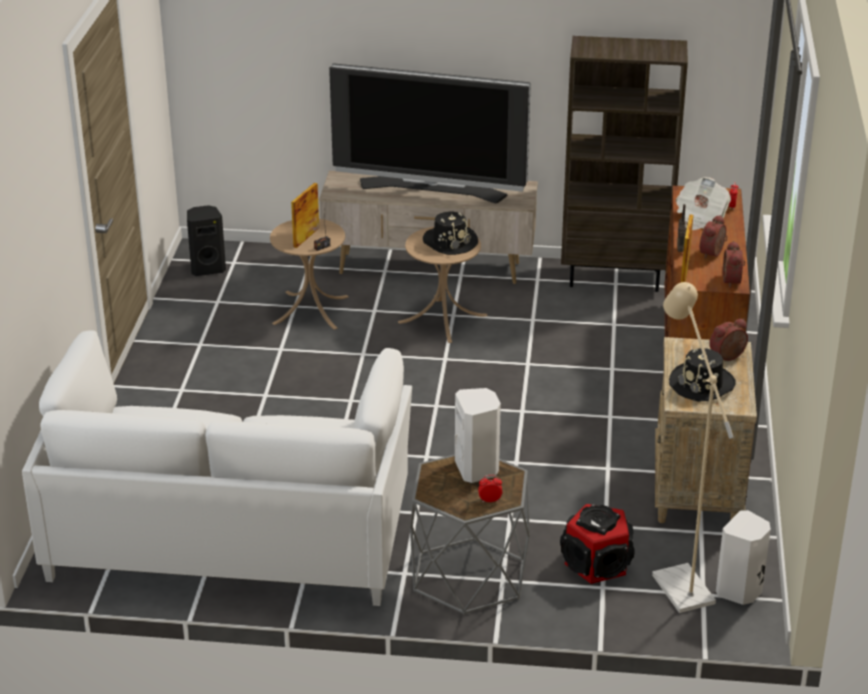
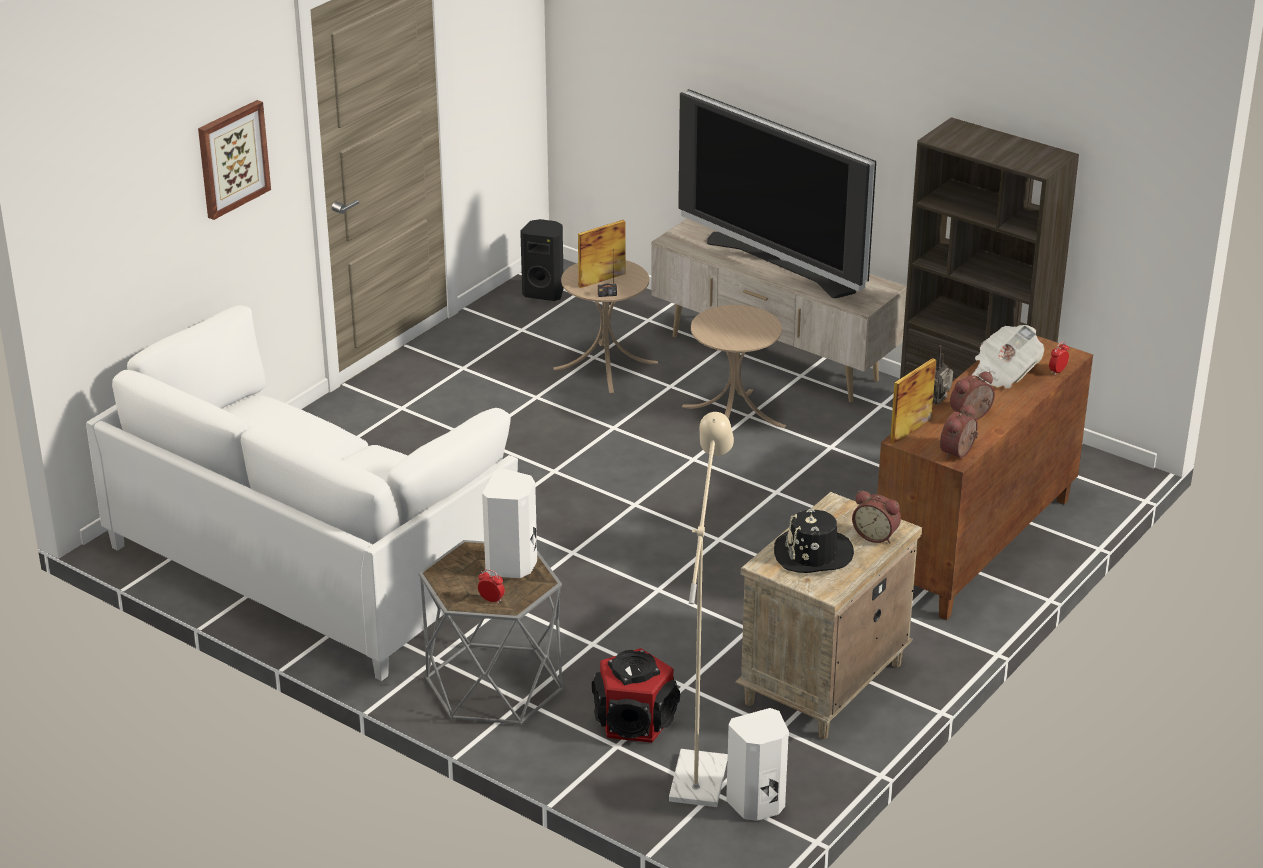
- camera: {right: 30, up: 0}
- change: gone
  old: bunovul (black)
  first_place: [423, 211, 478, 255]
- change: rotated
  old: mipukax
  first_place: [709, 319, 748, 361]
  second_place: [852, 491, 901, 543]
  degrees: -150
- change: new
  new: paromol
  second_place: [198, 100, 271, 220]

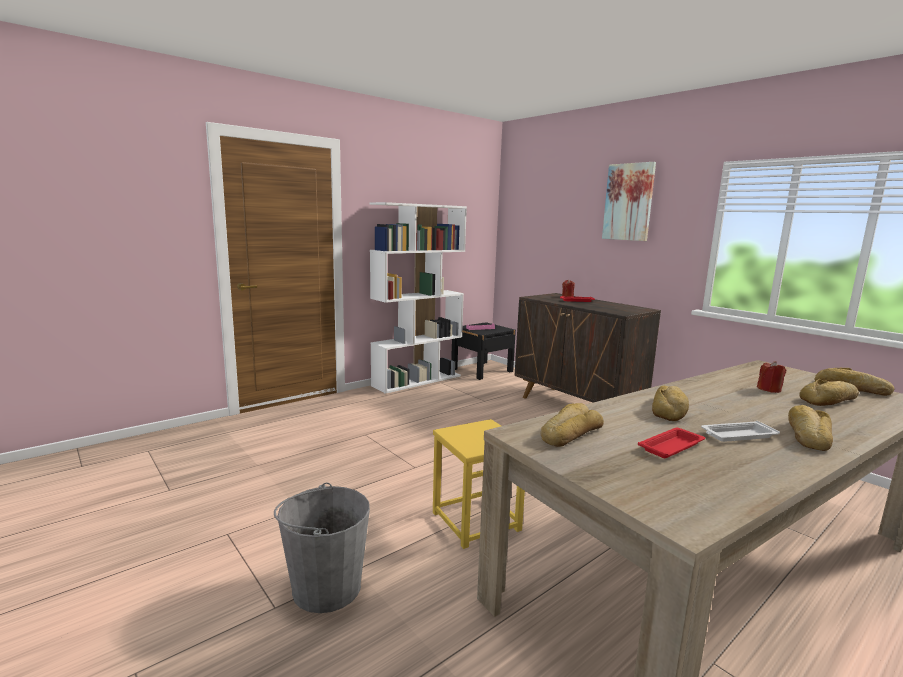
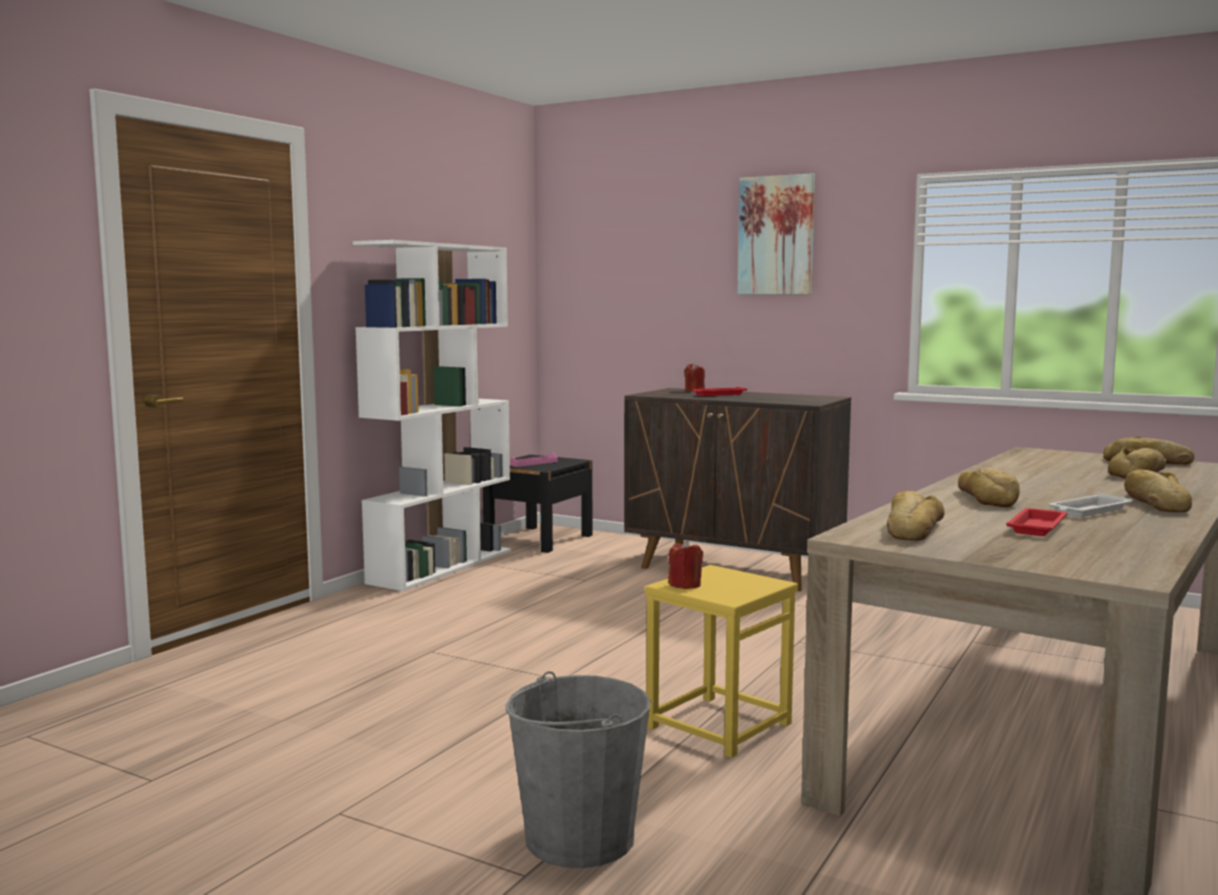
- camera: {right: -20, up: -5}
- change: shifted
  old: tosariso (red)
  first_place: [757, 361, 786, 393]
  second_place: [668, 540, 703, 589]

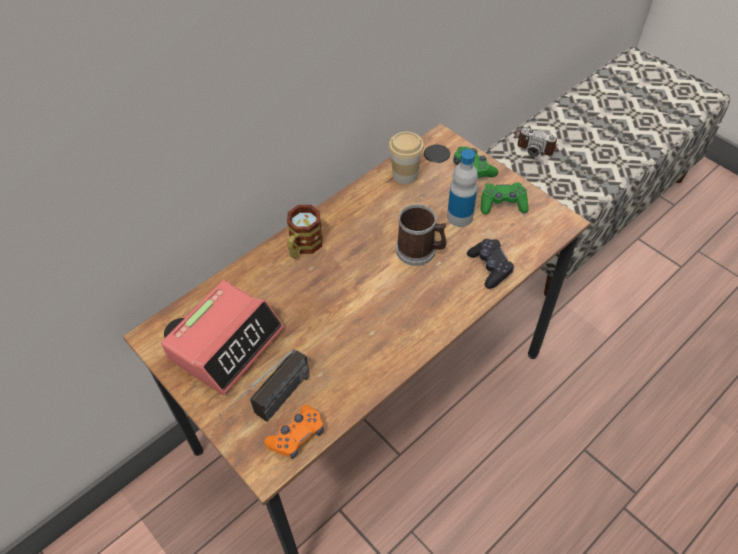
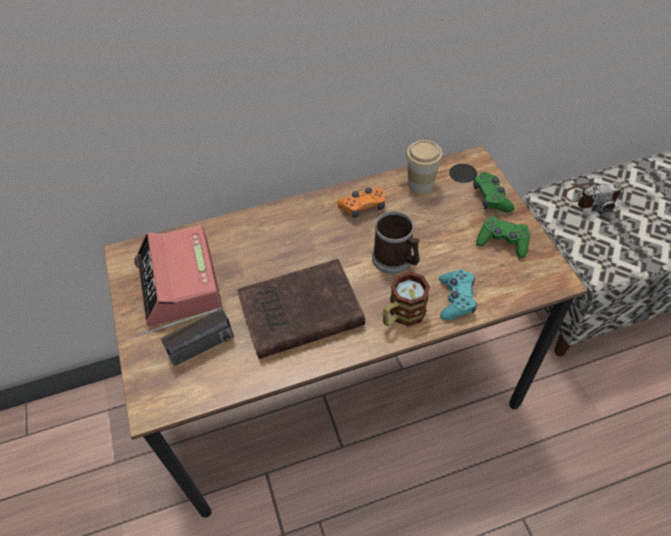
- camera: {right: 25, up: 0}
- change: rotated
  old: mipukax
  first_place: [161, 280, 284, 395]
  second_place: [137, 225, 222, 326]
  degrees: 105
- change: shifted
  old: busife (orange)
  first_place: [264, 405, 324, 459]
  second_place: [337, 187, 385, 218]
- change: shifted
  old: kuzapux
  first_place: [287, 205, 323, 258]
  second_place: [383, 271, 430, 327]
- change: gone
  old: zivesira
  first_place: [447, 149, 478, 227]
- change: repainted
  old: busife (black)
  new: busife (turquoise)
  first_place: [467, 239, 514, 289]
  second_place: [439, 269, 477, 321]
- change: rotated
  old: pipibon
  first_place: [514, 127, 559, 157]
  second_place: [564, 183, 622, 212]
  degrees: -60
- change: new
  new: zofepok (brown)
  second_place: [237, 259, 365, 359]

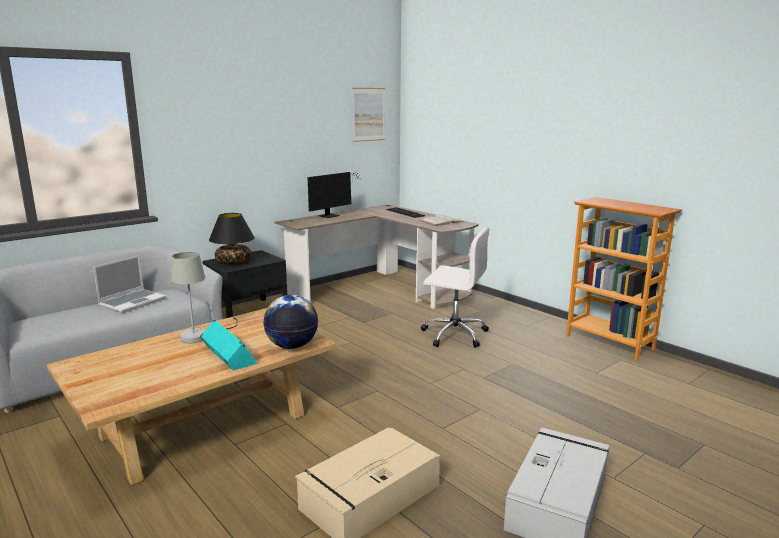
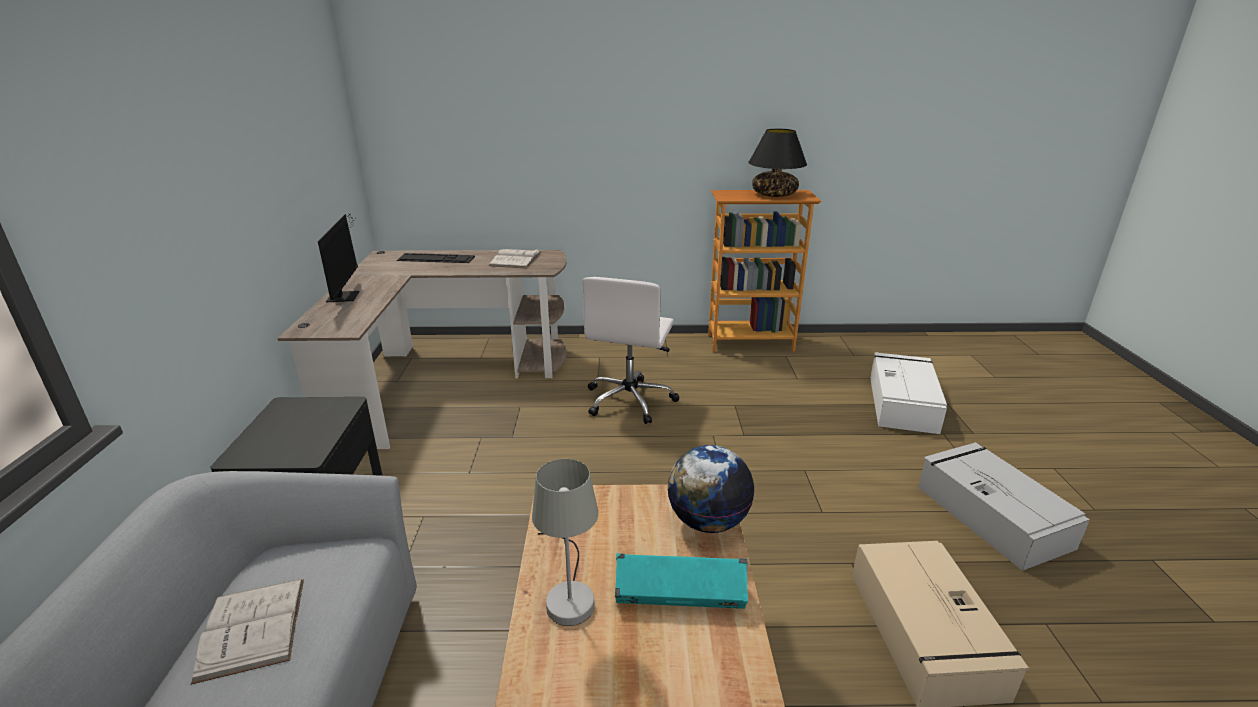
- camera: {right: -50, up: 10}
- change: swapped
  old: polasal
  new: zofepok (white)
  first_place: [93, 255, 166, 313]
  second_place: [191, 579, 304, 685]
- change: shifted
  old: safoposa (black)
  first_place: [209, 213, 255, 264]
  second_place: [748, 129, 807, 197]
- change: gone
  old: paromol
  first_place: [352, 88, 385, 142]
- change: rotated
  old: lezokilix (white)
  first_place: [421, 227, 490, 348]
  second_place: [582, 277, 680, 424]
  degrees: 135
- change: new
  new: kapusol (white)
  second_place: [870, 352, 947, 434]

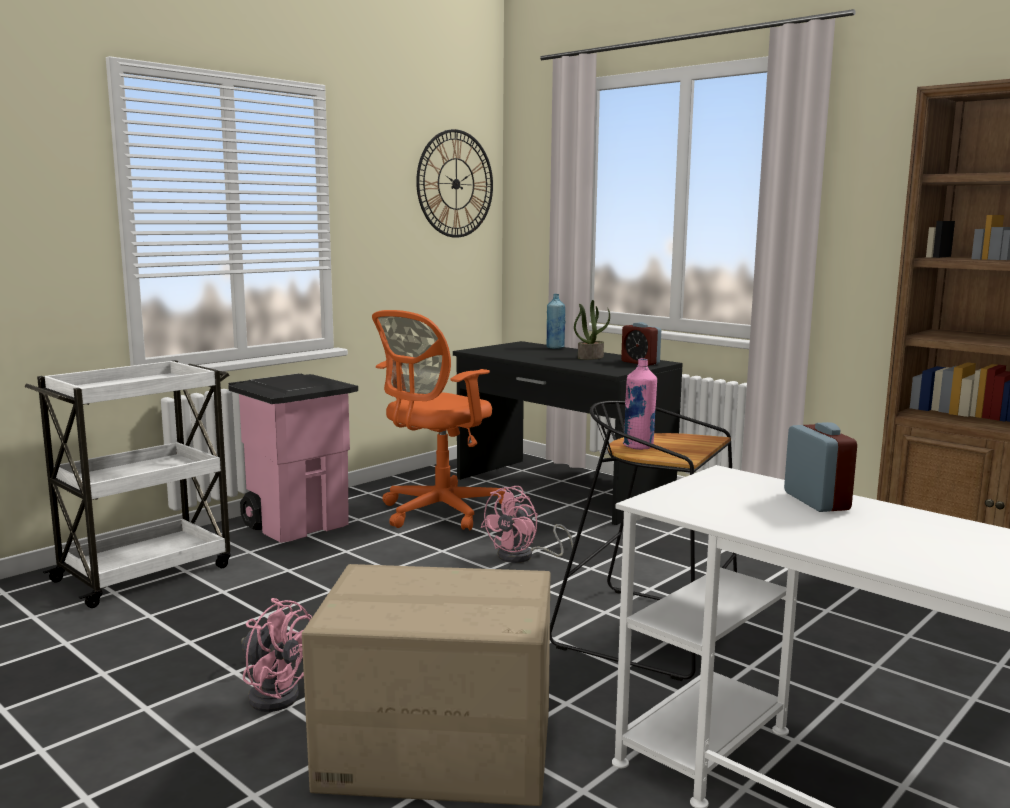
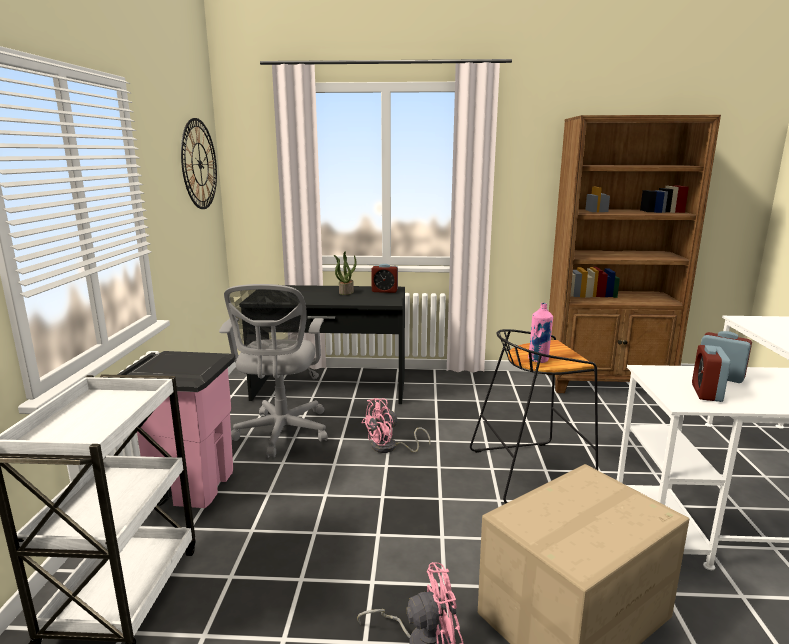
- camera: {right: -40, up: 5}
- change: repainted
  old: lezokilix (orange)
  new: lezokilix (grey)
  first_place: [372, 310, 506, 530]
  second_place: [219, 284, 328, 458]
- change: rotated
  old: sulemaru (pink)
  first_place: [480, 486, 573, 563]
  second_place: [362, 398, 431, 453]
  degrees: 60
- change: gone
  old: zivesira (blue)
  first_place: [547, 294, 566, 349]
- change: new
  new: mipukax
  second_place: [692, 345, 731, 402]

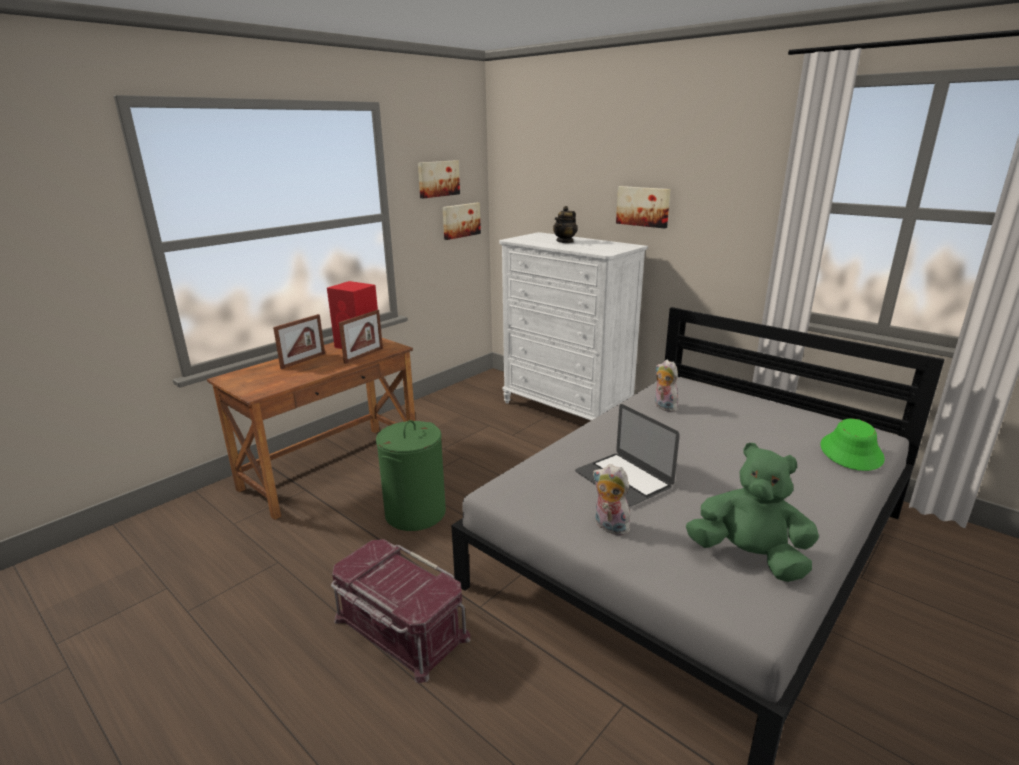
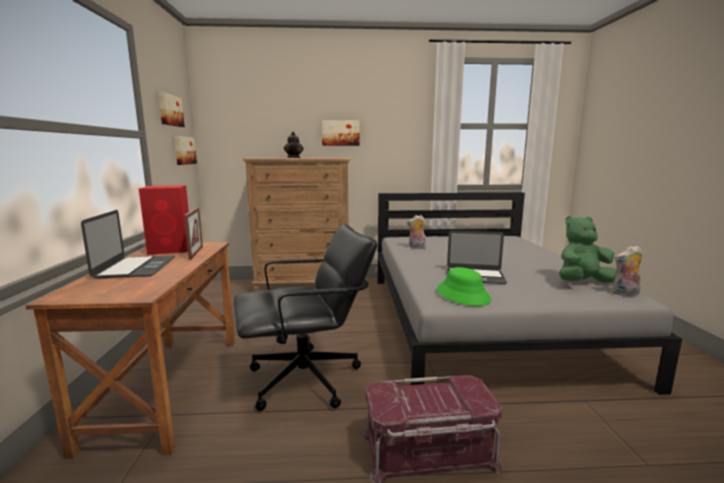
- camera: {right: -45, up: -10}
- change: swapped
  old: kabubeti
  new: polasal
  first_place: [273, 314, 325, 369]
  second_place: [81, 210, 175, 279]
- change: swapped
  old: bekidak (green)
  new: lezokilix (black)
  first_place: [376, 420, 446, 531]
  second_place: [234, 224, 377, 411]
- change: repainted
  old: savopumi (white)
  new: savopumi (brown)
  first_place: [499, 232, 648, 420]
  second_place: [243, 158, 350, 291]
- change: shifted
  old: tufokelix
  first_place: [593, 464, 632, 536]
  second_place: [612, 246, 642, 296]
- change: shifted
  old: bunovul (green)
  first_place: [820, 418, 885, 471]
  second_place: [437, 267, 491, 306]

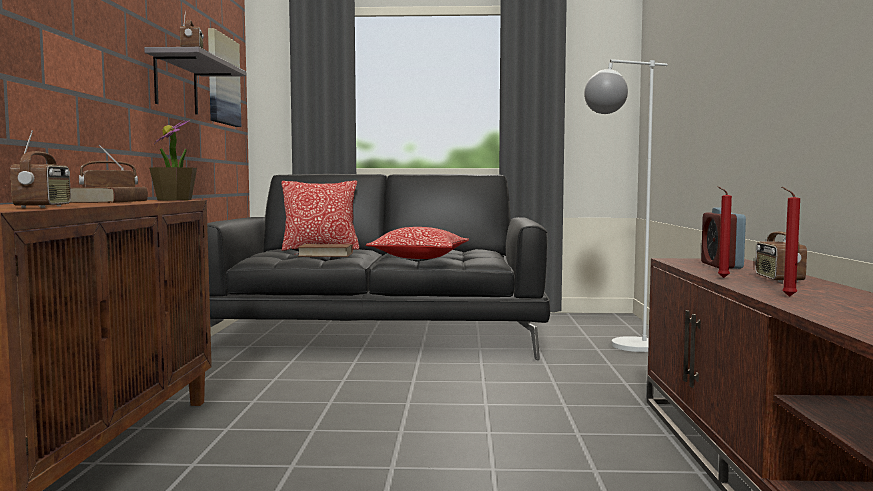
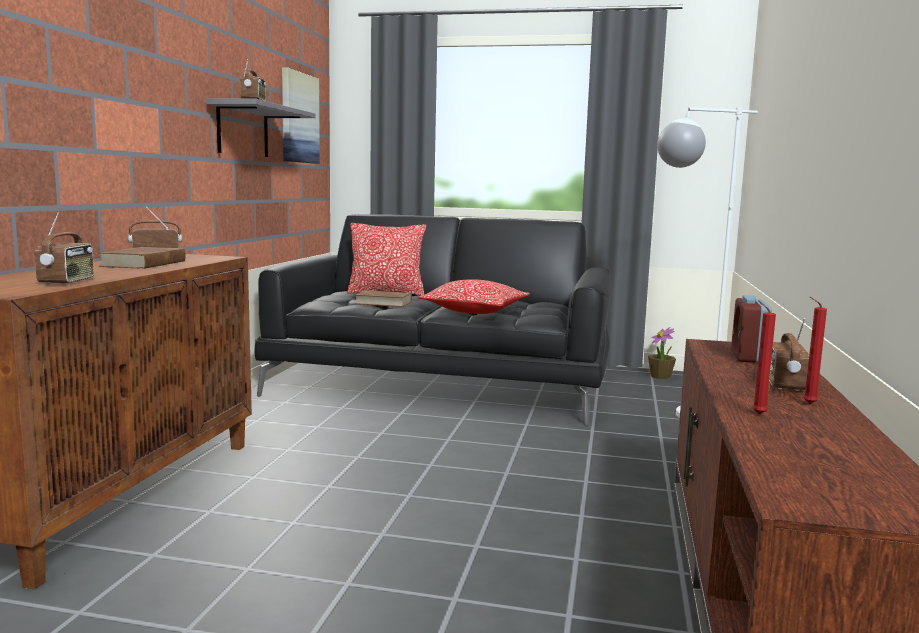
- camera: {right: 10, up: 5}
- change: shifted
  old: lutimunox
  first_place: [149, 120, 197, 200]
  second_place: [648, 327, 676, 379]
- change: shifted
  old: tosariso (red)
  first_place: [717, 186, 732, 278]
  second_place: [803, 297, 827, 404]

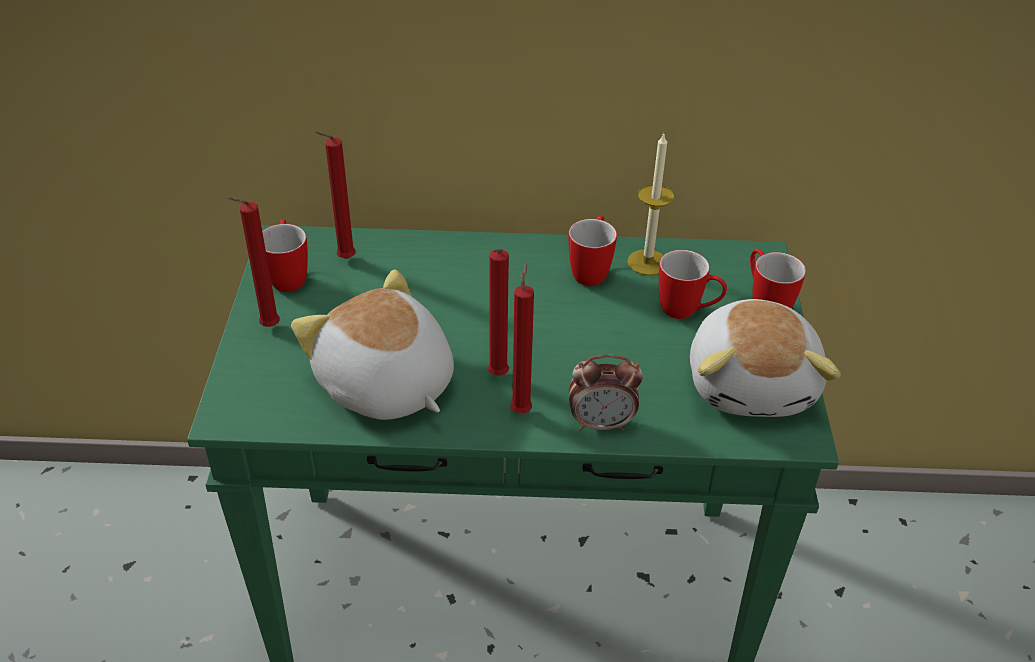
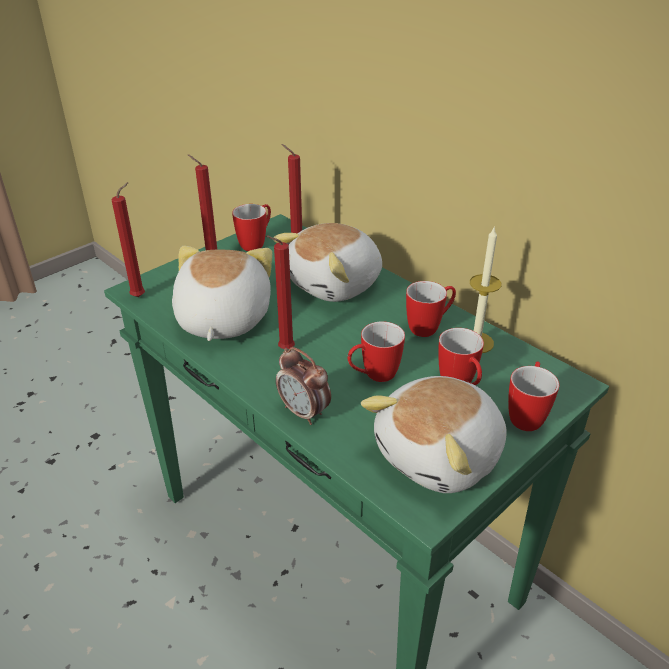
- camera: {right: 45, up: -5}
- change: shifted
  old: tosariso (red)
  first_place: [510, 263, 534, 414]
  second_place: [111, 182, 145, 297]
- change: new
  new: tufokelix
  second_place: [273, 223, 382, 302]
- change: new
  new: kuzapux
  second_place: [348, 321, 405, 382]

